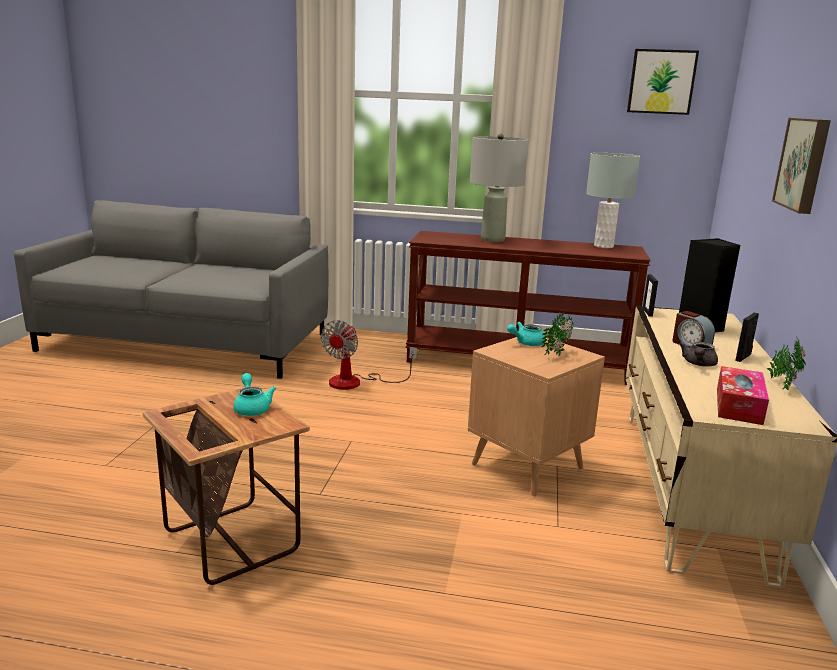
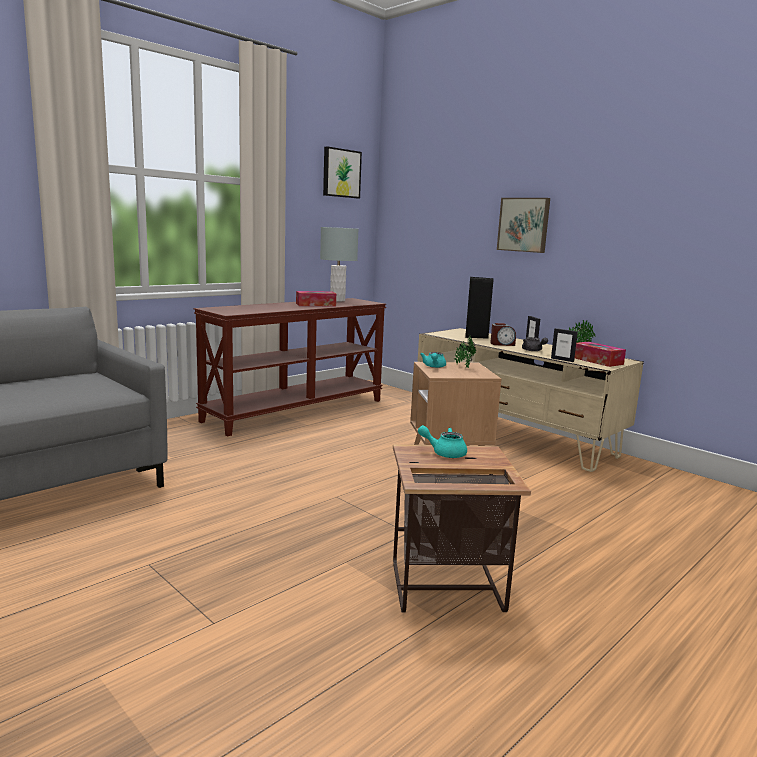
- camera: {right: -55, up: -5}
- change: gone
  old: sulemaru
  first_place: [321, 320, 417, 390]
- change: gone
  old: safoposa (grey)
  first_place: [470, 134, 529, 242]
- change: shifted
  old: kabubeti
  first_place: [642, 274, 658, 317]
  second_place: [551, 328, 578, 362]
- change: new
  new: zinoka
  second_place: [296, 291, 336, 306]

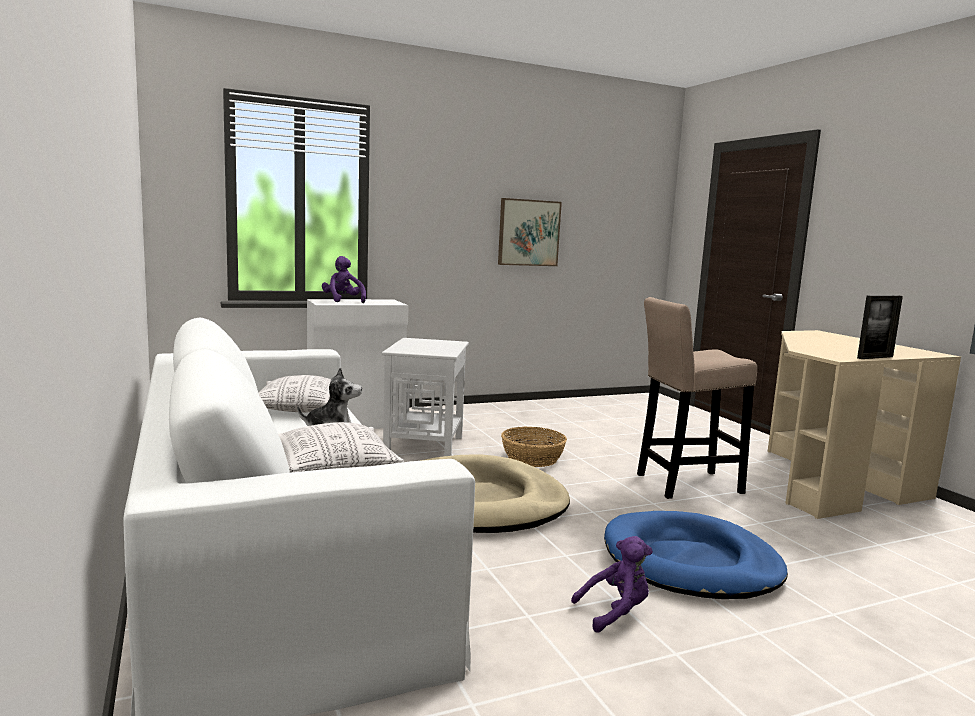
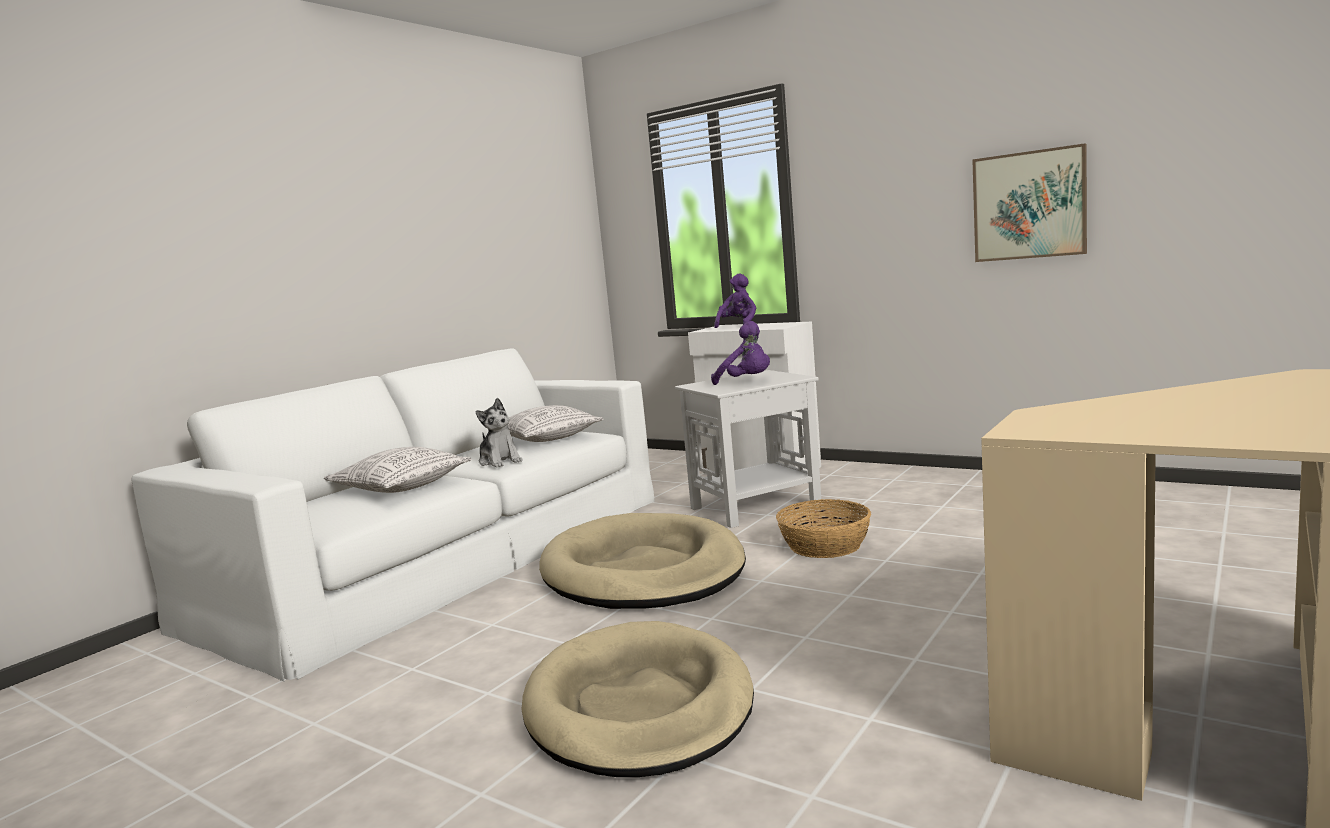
- camera: {right: 60, up: 0}
- change: shifted
  old: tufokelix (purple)
  first_place: [571, 536, 653, 633]
  second_place: [711, 321, 770, 385]
- change: repainted
  old: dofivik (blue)
  new: dofivik (beige)
  first_place: [604, 511, 788, 599]
  second_place: [521, 621, 754, 777]
- change: gone
  old: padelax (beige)
  first_place: [637, 297, 757, 499]
- change: gone
  old: kabubeti
  first_place: [857, 295, 903, 359]

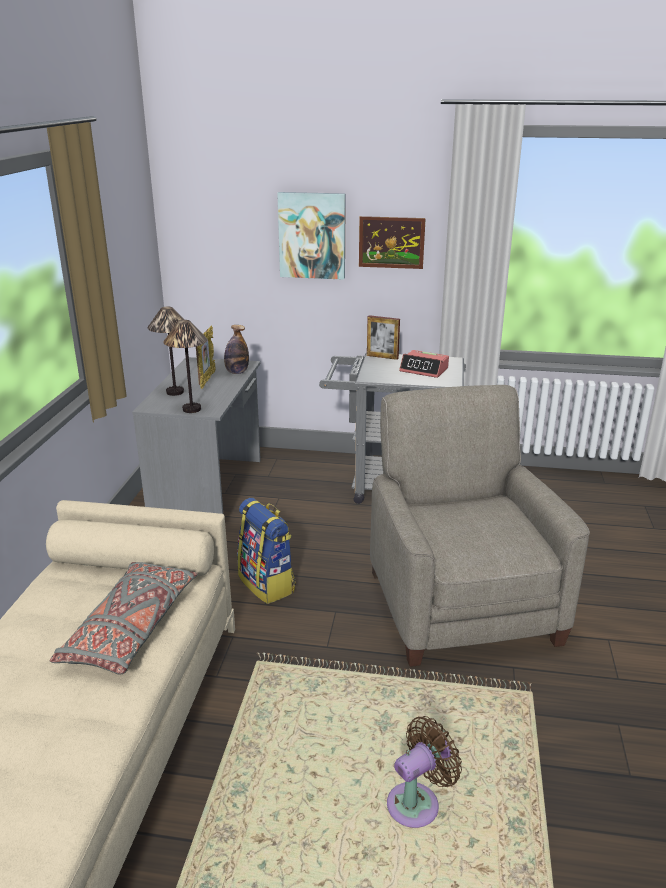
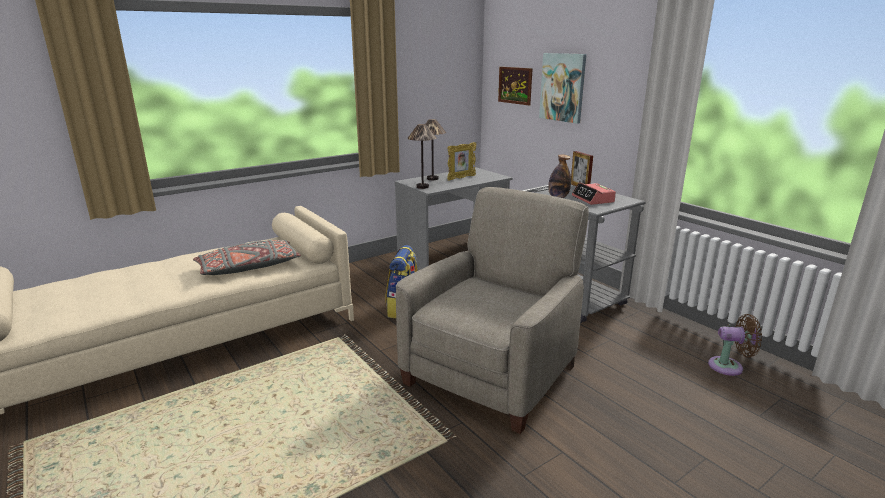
- camera: {right: 45, up: -5}
- change: shifted
  old: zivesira
  first_place: [224, 325, 249, 374]
  second_place: [548, 154, 571, 198]
- change: shifted
  old: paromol
  first_place: [359, 216, 426, 269]
  second_place: [498, 67, 533, 105]
- change: shifted
  old: sulemaru (brown)
  first_place: [387, 716, 462, 828]
  second_place: [708, 314, 762, 376]

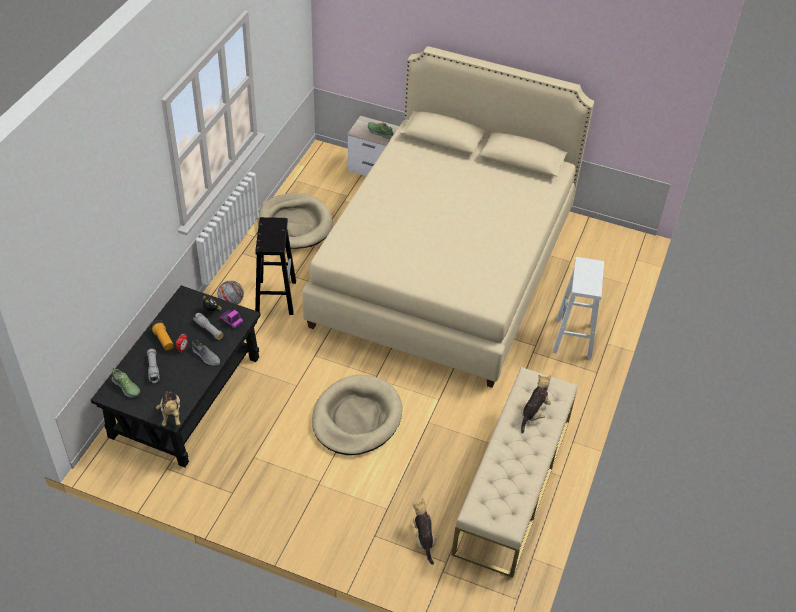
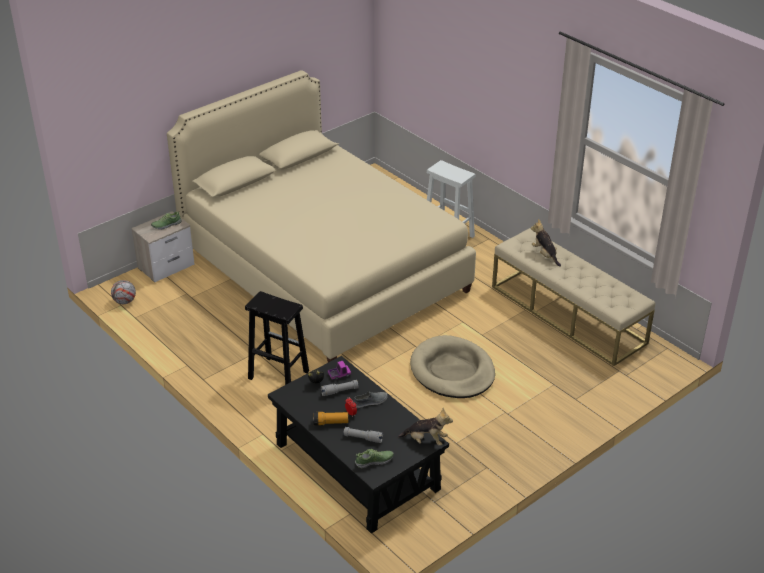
- camera: {right: -60, up: -10}
- change: shifted
  old: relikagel
  first_place: [218, 280, 244, 305]
  second_place: [111, 280, 136, 304]
- change: gone
  old: dofivik (beige)
  first_place: [258, 193, 333, 249]
- change: gone
  old: tufokelix
  first_place: [413, 498, 439, 565]

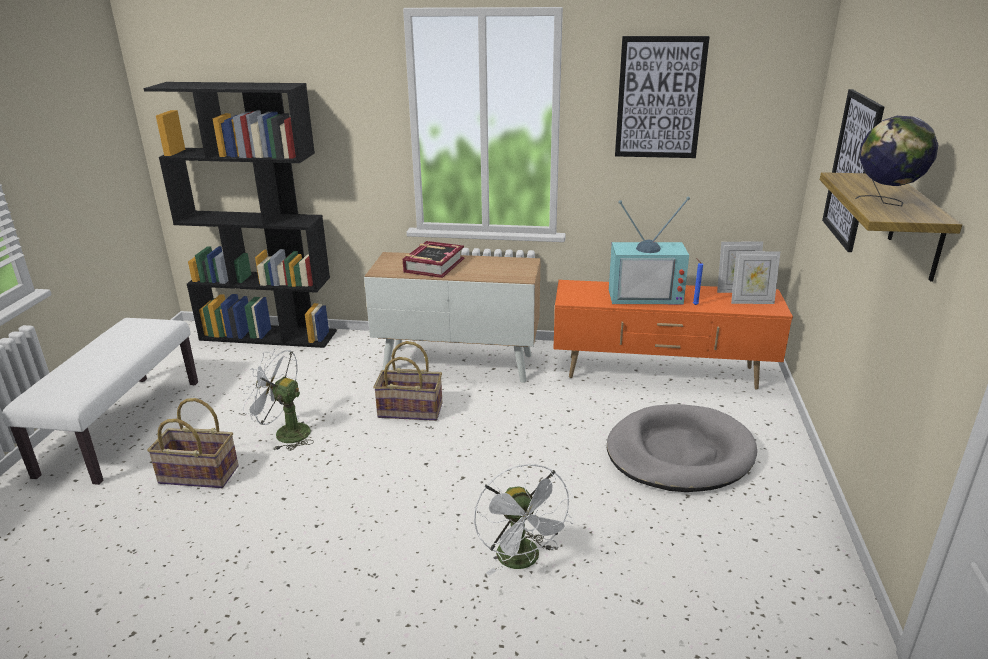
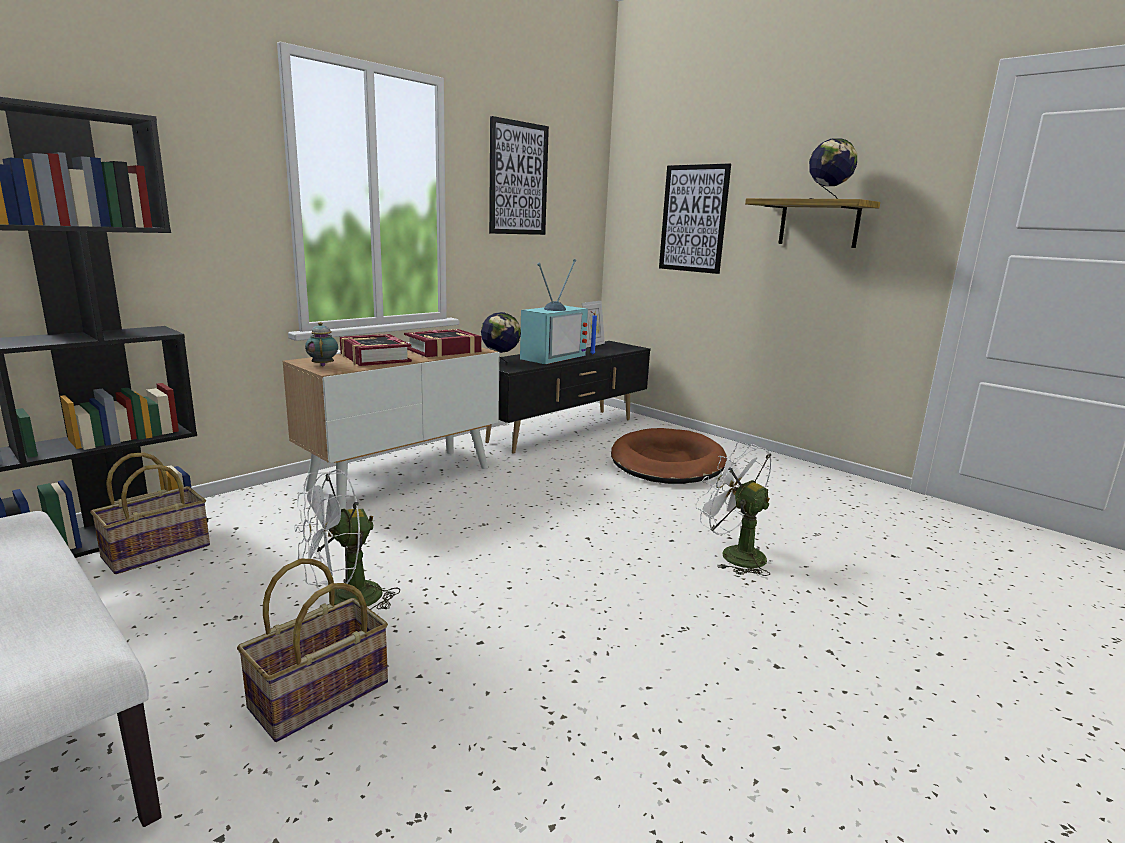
- camera: {right: -55, up: -10}
- change: shifted
  old: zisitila
  first_place: [373, 341, 442, 421]
  second_place: [90, 452, 210, 574]
- change: rotated
  old: sulemaru (white)
  first_place: [474, 464, 573, 576]
  second_place: [695, 442, 771, 576]
  degrees: -150
- change: repainted
  old: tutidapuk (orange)
  new: tutidapuk (black)
  first_place: [554, 280, 793, 390]
  second_place: [485, 341, 651, 454]
- change: repainted
  old: dofivik (grey)
  new: dofivik (brown)
  first_place: [607, 404, 757, 492]
  second_place: [611, 428, 727, 484]
- change: gone
  old: kabubeti
  first_place: [731, 251, 780, 304]
- change: new
  new: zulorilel
  second_place: [305, 322, 338, 367]
- change: new
  new: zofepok
  second_place: [404, 329, 482, 357]
- change: new
  new: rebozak
  second_place: [481, 312, 521, 363]

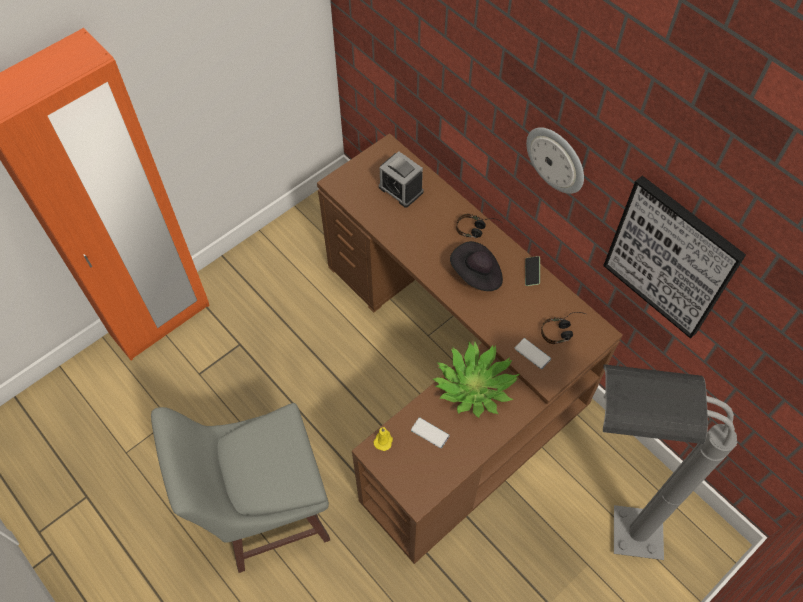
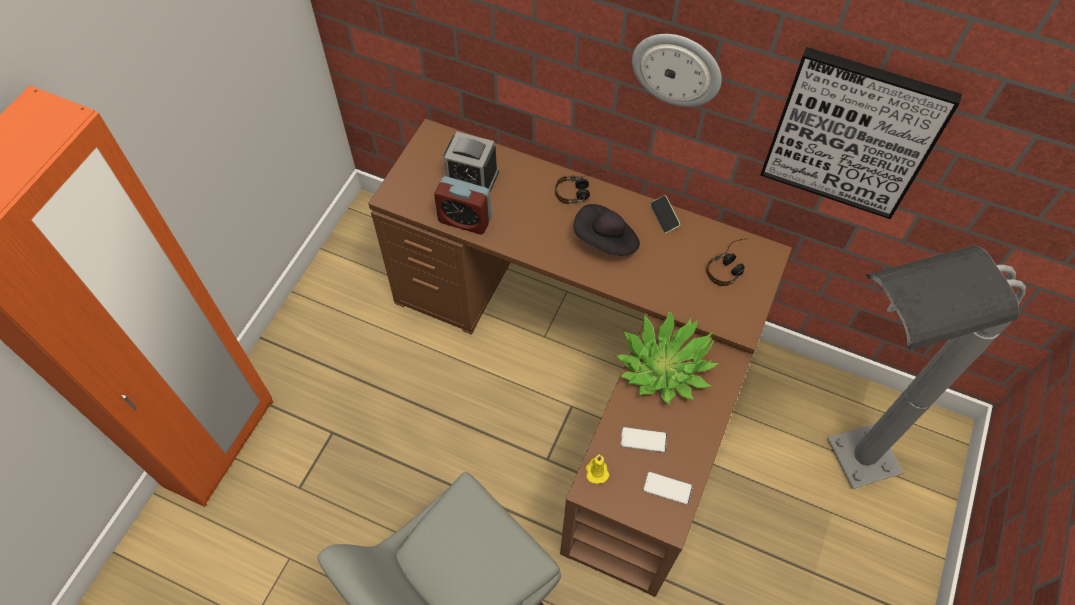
- camera: {right: -25, up: 0}
- change: shifted
  old: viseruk
  first_place: [515, 338, 551, 369]
  second_place: [643, 472, 693, 505]
- change: new
  new: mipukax
  second_place: [434, 176, 491, 234]

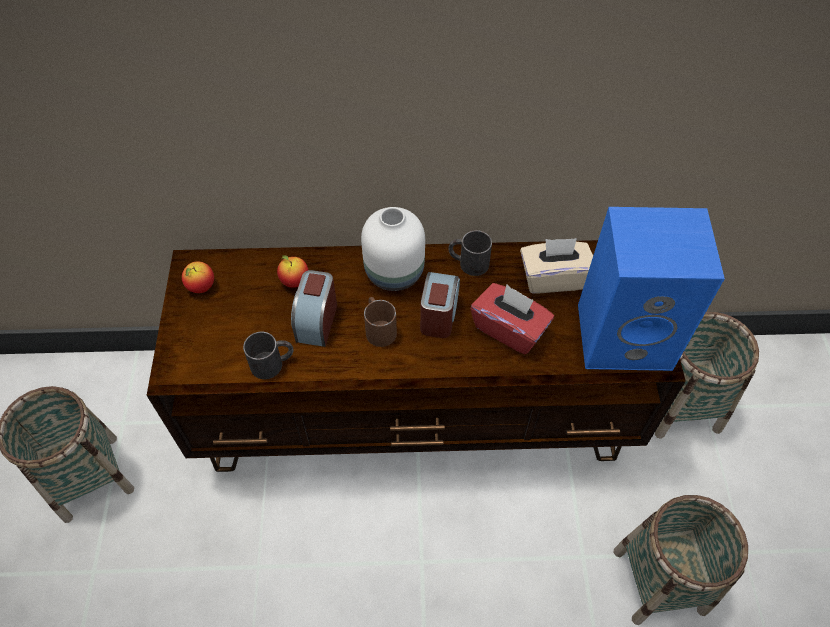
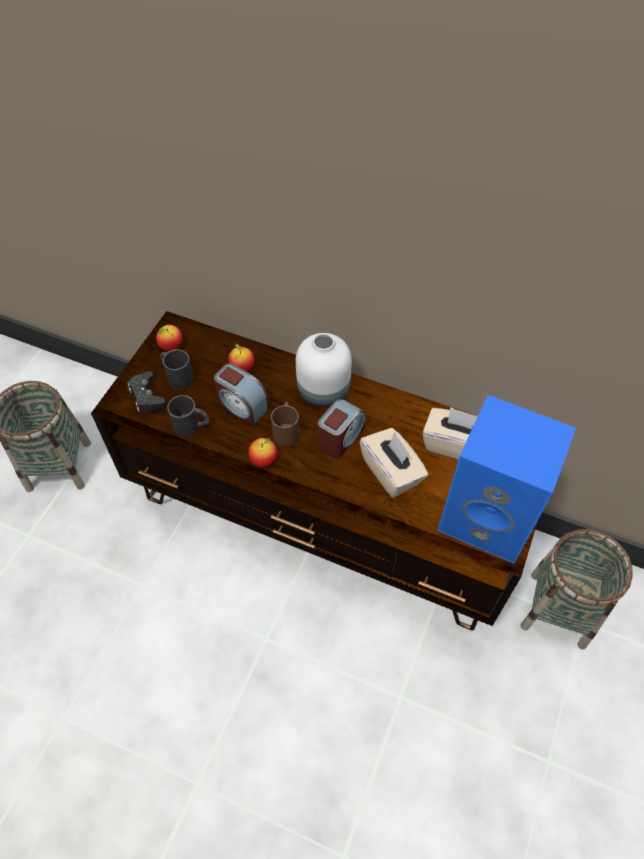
- camera: {right: 25, up: 0}
- change: rotated
  old: mipukax
  first_place: [291, 270, 337, 347]
  second_place: [214, 363, 269, 425]
  degrees: -90
- change: shifted
  old: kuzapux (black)
  first_place: [448, 230, 492, 276]
  second_place: [161, 349, 194, 389]
- change: repainted
  old: zinoka (red)
  new: zinoka (beige)
  first_place: [471, 283, 554, 354]
  second_place: [359, 428, 428, 498]
- change: gone
  old: zisitila
  first_place: [614, 495, 748, 625]
- change: new
  new: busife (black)
  second_place: [127, 371, 166, 412]
- change: new
  new: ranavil
  second_place: [248, 438, 277, 467]

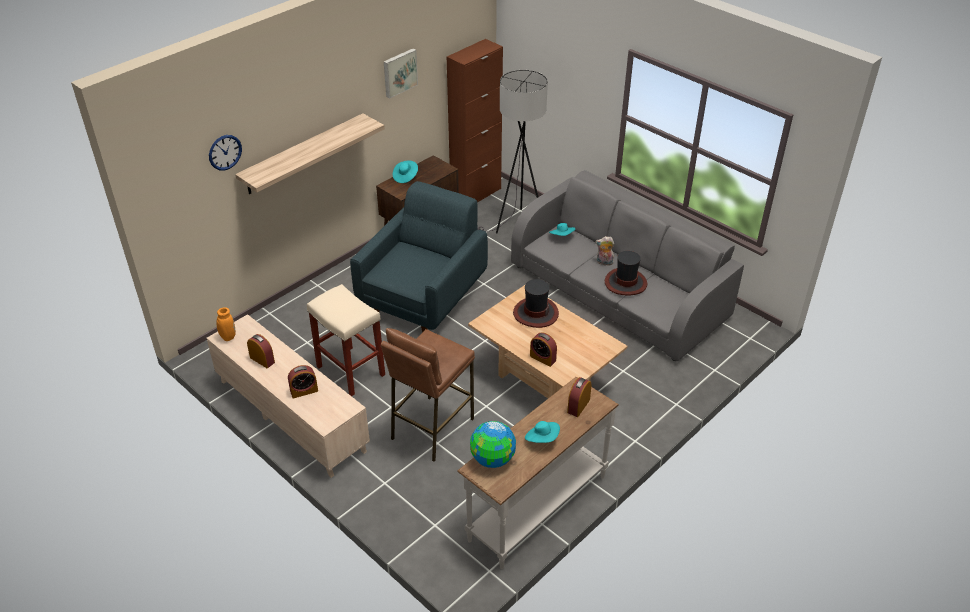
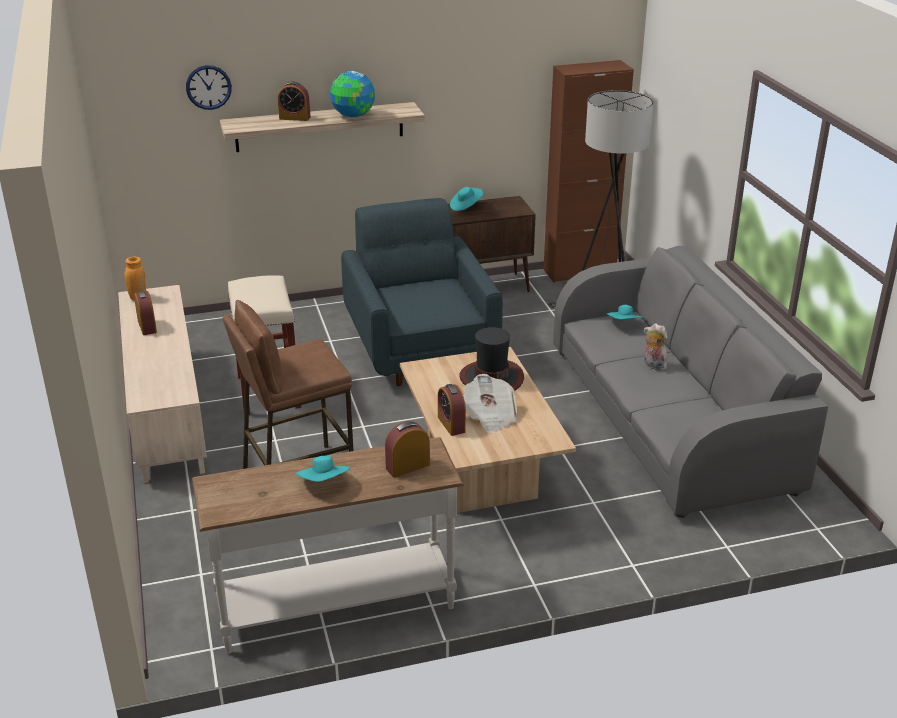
- camera: {right: 30, up: -10}
- change: shifted
  old: mipukax
  first_place: [288, 365, 318, 399]
  second_place: [278, 81, 310, 121]
- change: rotated
  old: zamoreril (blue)
  first_place: [350, 181, 488, 332]
  second_place: [341, 198, 503, 386]
  degrees: -75
- change: gone
  old: paromol
  first_place: [384, 49, 418, 99]
- change: shifted
  old: rebozak
  first_place: [470, 421, 516, 468]
  second_place: [330, 71, 375, 117]
- change: gone
  old: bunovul
  first_place: [605, 251, 647, 295]
- change: new
  new: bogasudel
  second_place: [464, 374, 517, 434]

